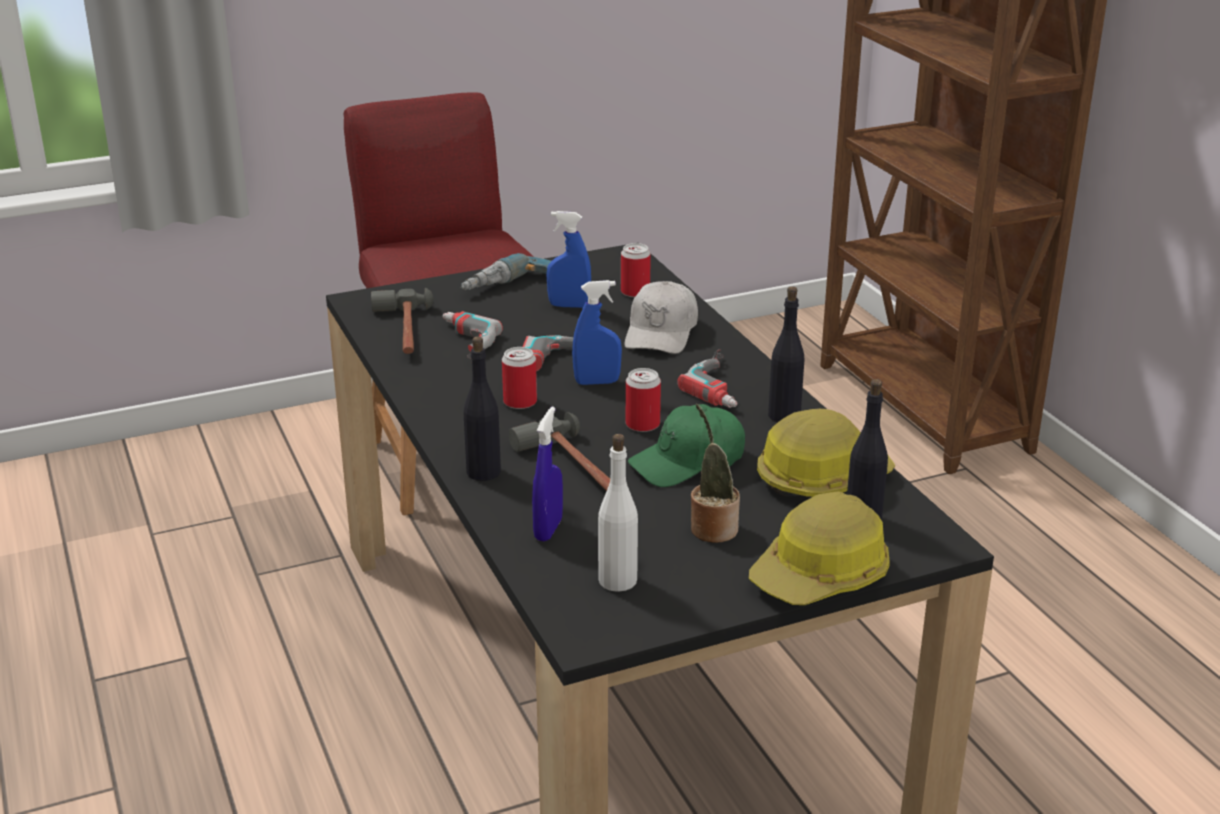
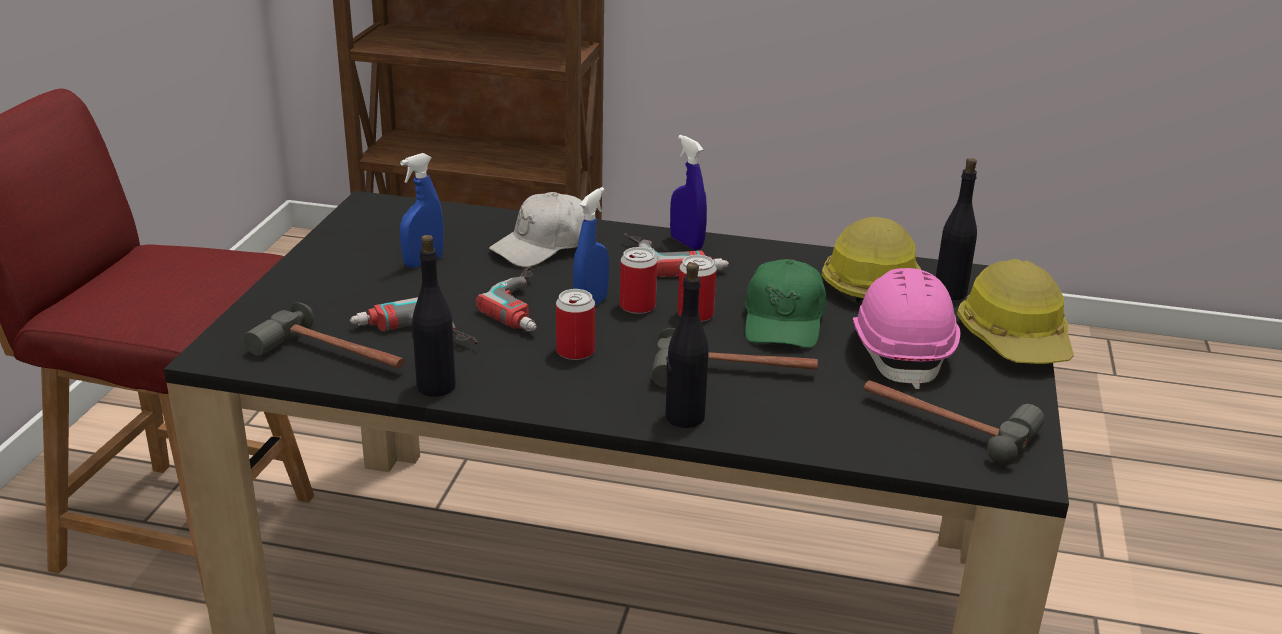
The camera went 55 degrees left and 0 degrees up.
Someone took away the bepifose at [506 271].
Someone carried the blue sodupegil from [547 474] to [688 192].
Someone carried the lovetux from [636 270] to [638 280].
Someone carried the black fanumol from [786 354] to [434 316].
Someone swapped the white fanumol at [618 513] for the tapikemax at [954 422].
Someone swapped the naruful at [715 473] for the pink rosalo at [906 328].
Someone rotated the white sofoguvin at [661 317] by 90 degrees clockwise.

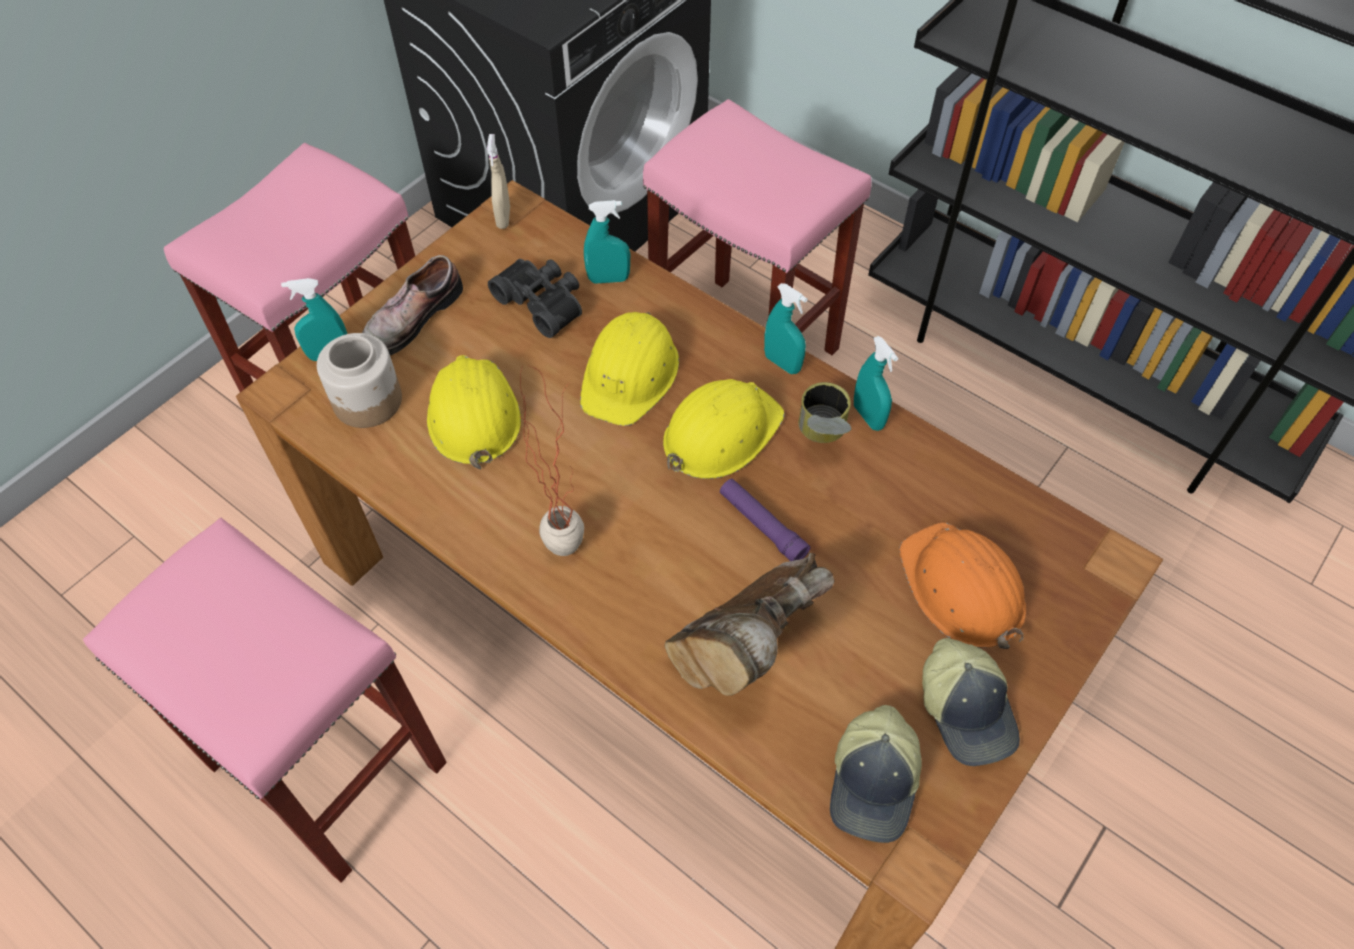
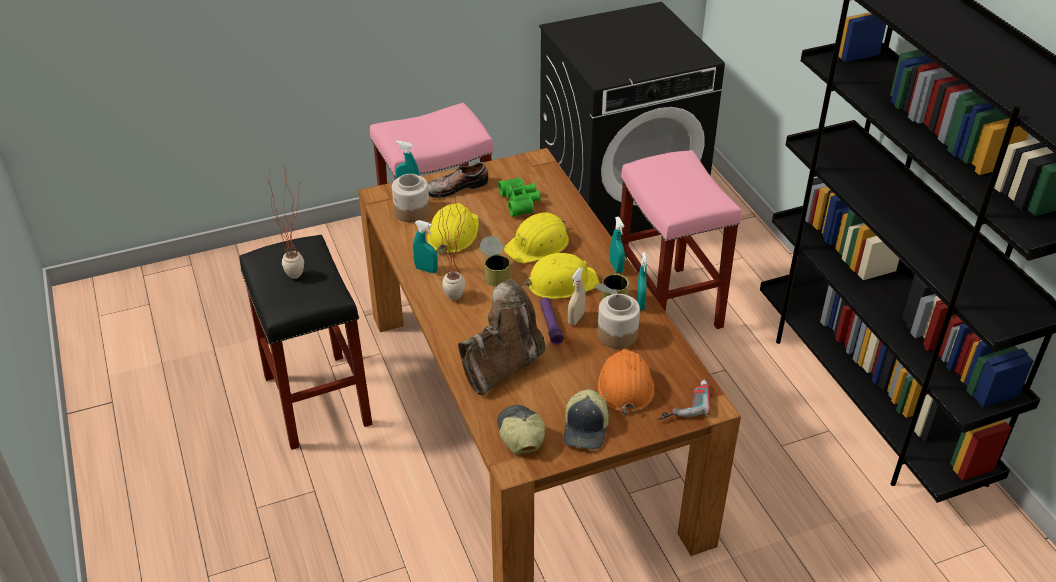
The camera went 30 degrees right and 15 degrees down.
Someone put down the naruful at [285 219].
Someone put down the lovetux at [495 261].
Someone put down the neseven at [618 321].
Someone put down the bepifose at [683 400].
Someone carried the beige sodupegil from [498 181] to [576 296].
Someone carried the turquoise sodupegil from [607 242] to [425 246].
Someone repainted the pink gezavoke at [265 700], which became the black gezavoke at [305 342].
Someone repainted the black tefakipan at [535 298], which became the green tefakipan at [519 197].
Someone rotated the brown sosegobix at [749 624] by 150 degrees clockwise.
Someone rotated the sofoguvin at [876 774] by 120 degrees clockwise.

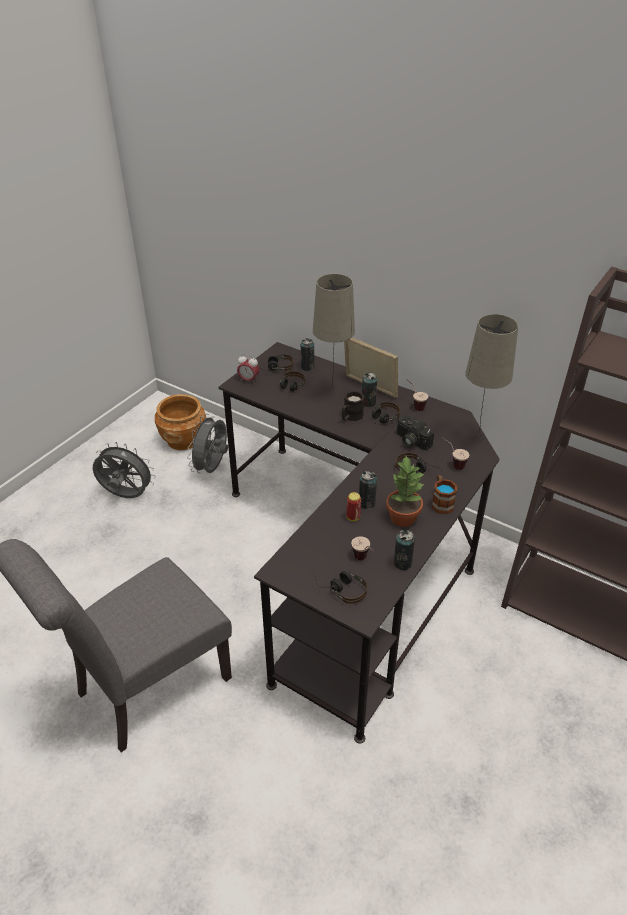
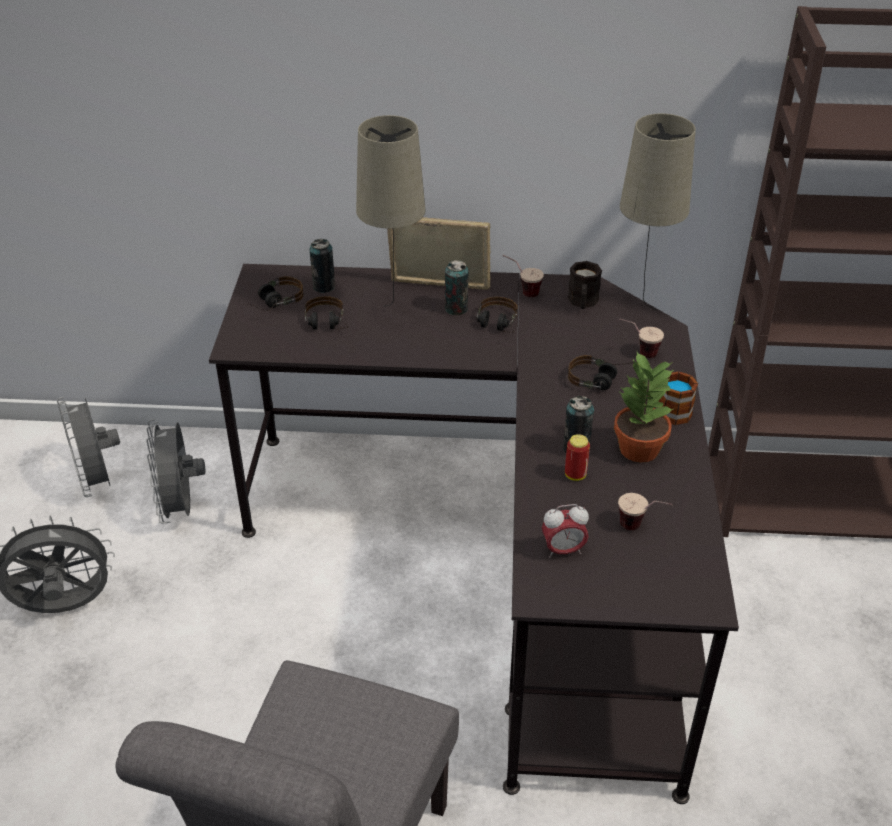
The camera went 30 degrees left and 0 degrees up.
Someone took away the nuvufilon at [340 586].
Someone took away the lovetux at [404 550].
Someone took away the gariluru at [415 432].
Someone carried the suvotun from [248 369] to [565 531].
Someone carried the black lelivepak from [353 406] to [585 285].
Someone swapped the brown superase at [180 422] for the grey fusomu at [88 447].

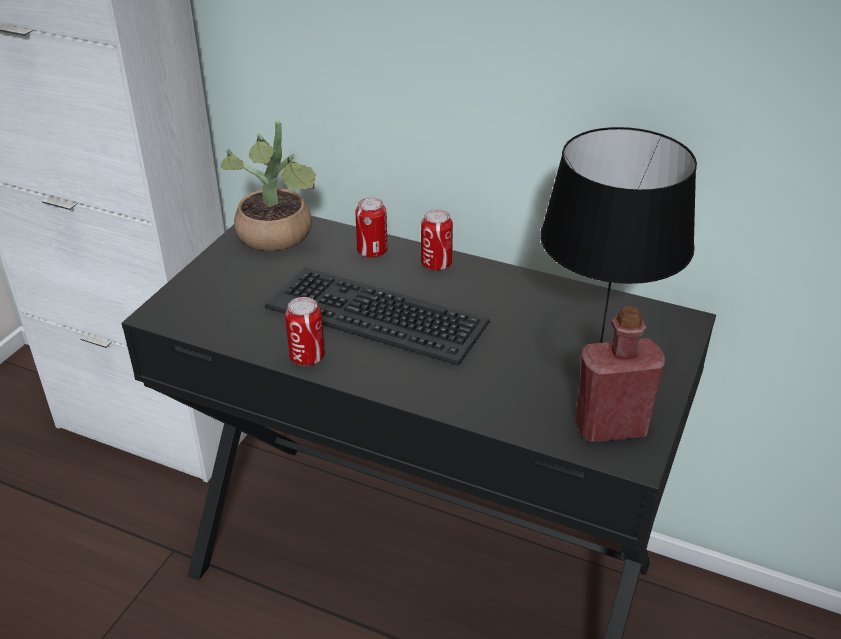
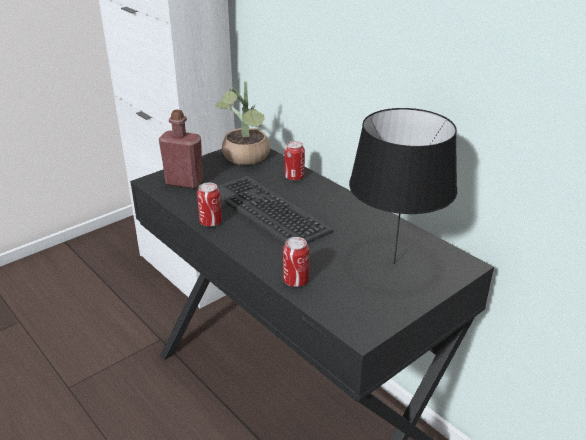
The camera went 25 degrees right and 5 degrees down.
Someone carried the lovetux from [437 240] to [296 262].
Someone carried the red fanumol from [620 374] to [181 149].

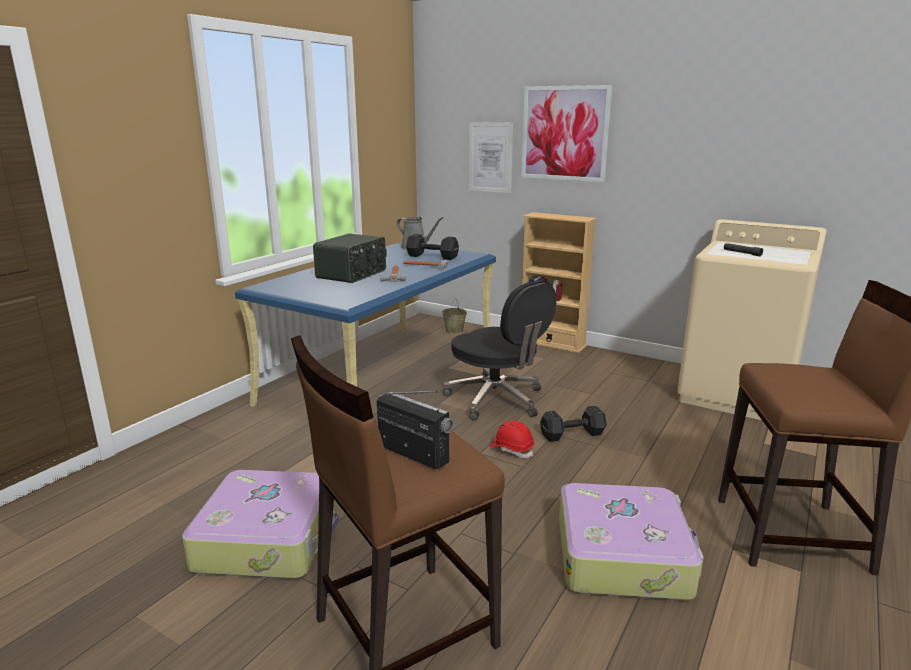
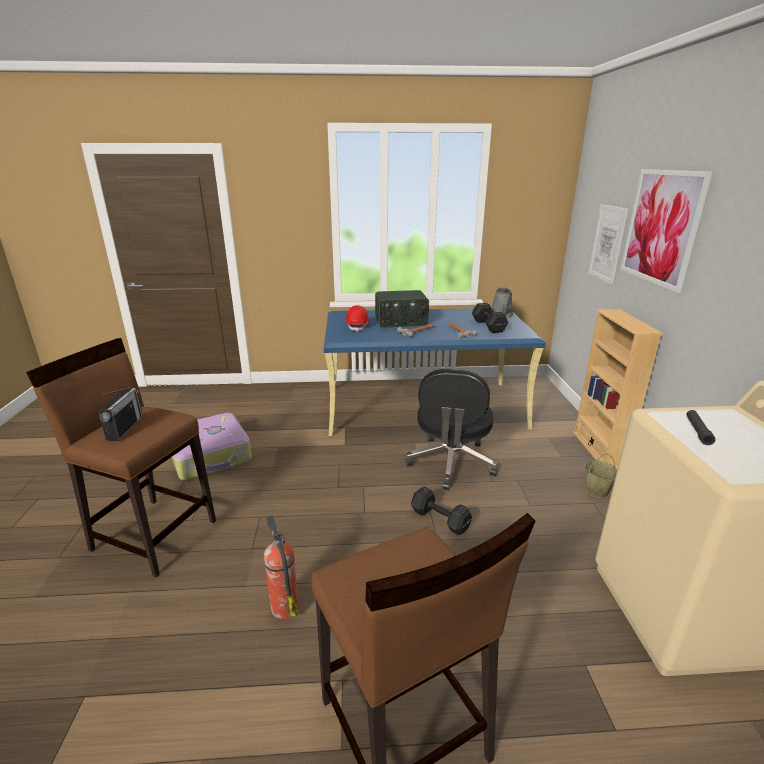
The camera went 55 degrees right and 5 degrees up.
Someone carried the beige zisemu from [454 316] to [601 476].
Someone carried the red rosalo from [512 439] to [357 318].
Someone swapped the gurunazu at [631 541] for the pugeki at [281 567].

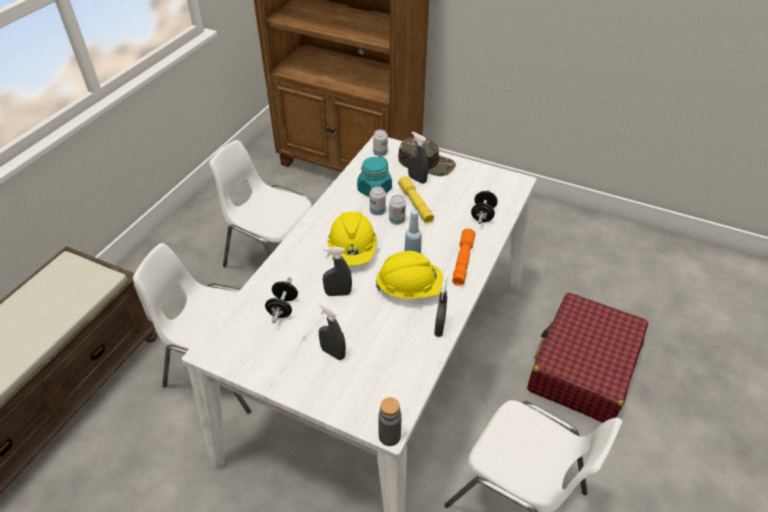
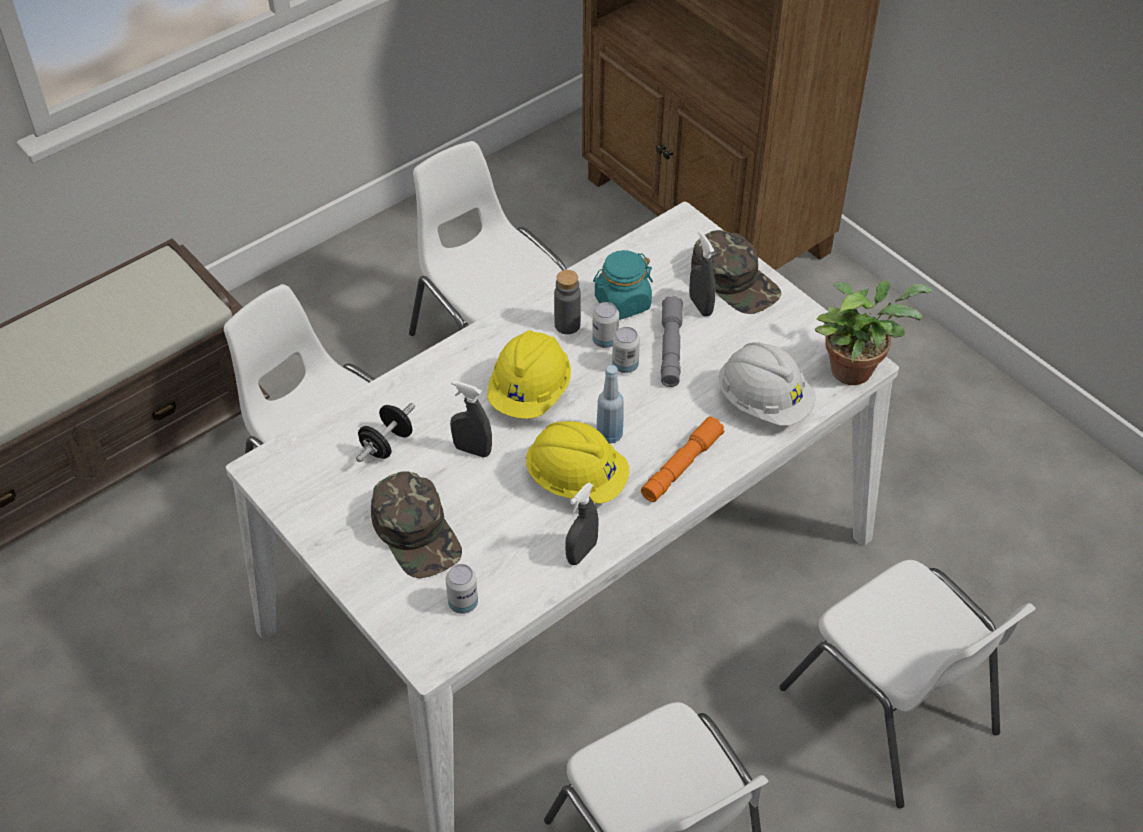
The camera went 25 degrees right and 5 degrees up.
Someone put down the naruful at [874 332].
Someone carried the lovetux from [380 143] to [462 589].
Someone carried the grey fanumol from [390 421] to [567 302].
Someone swapped the grey sodupegil at [332 331] for the green sofoguvin at [416 525].
Someone swapped the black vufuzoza at [484 207] for the white rosalo at [767 384].
Someone swapped the red gurunazu at [587 357] for the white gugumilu at [908 684].
Someone repainted the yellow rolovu at [416 199], which became the grey rolovu at [672 341].

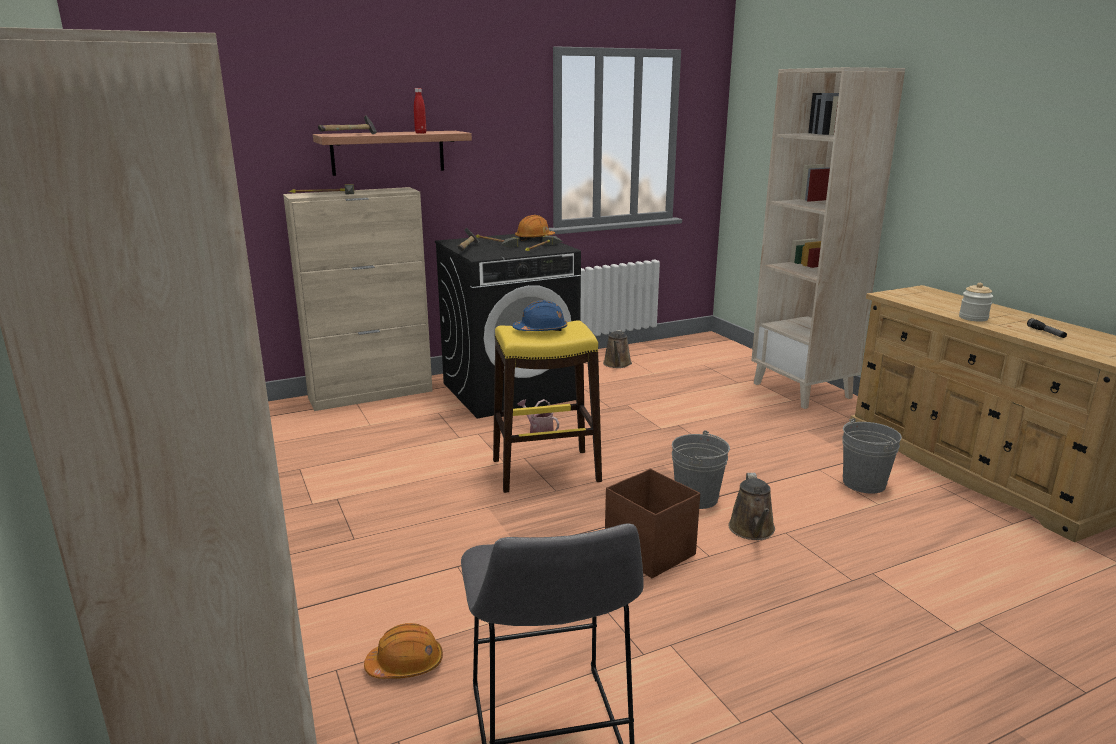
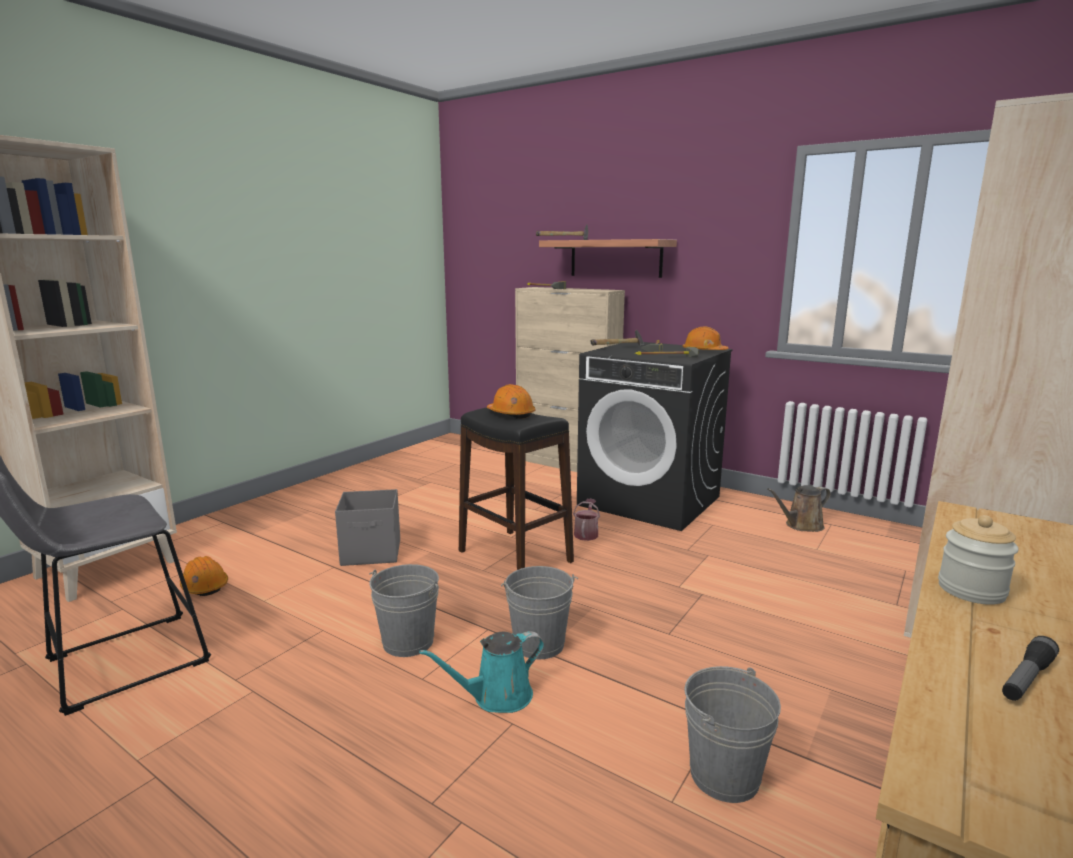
The camera went 60 degrees right and 5 degrees down.
Someone took away the red fanumol at [420 111].
Someone put down the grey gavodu at [367 527].
Someone swapped the brown gavodu at [652 523] for the grey zisemu at [404 610].
Someone repainted the yellow gezavoke at [547 407], which became the black gezavoke at [516 488].
Someone repainted the blue rosalo at [540 316], which became the orange rosalo at [511 401].
Someone repainted the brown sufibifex at [751 506], which became the turquoise sufibifex at [481 672].

